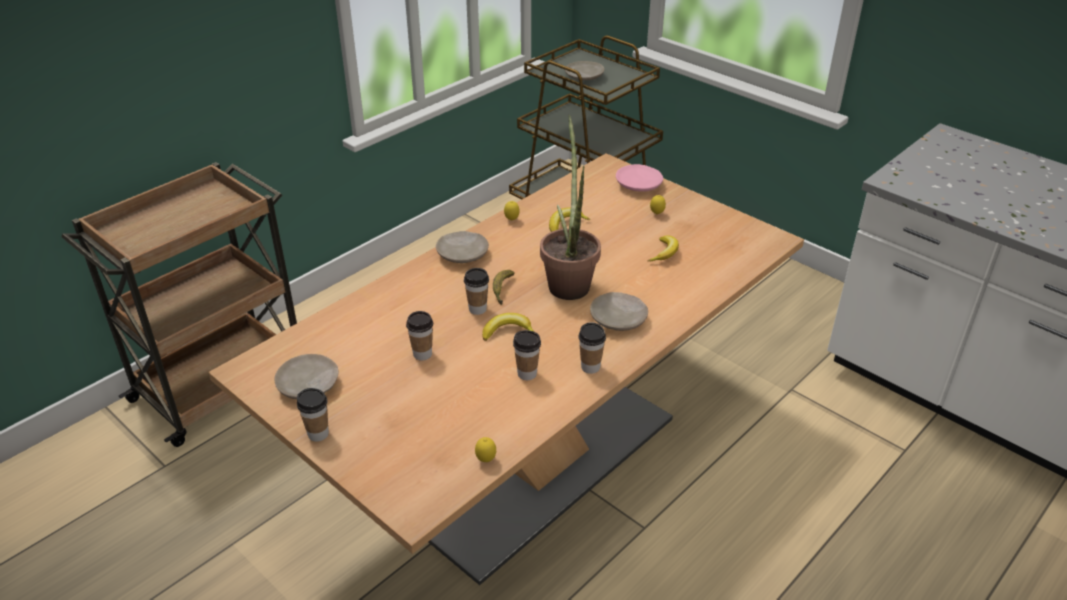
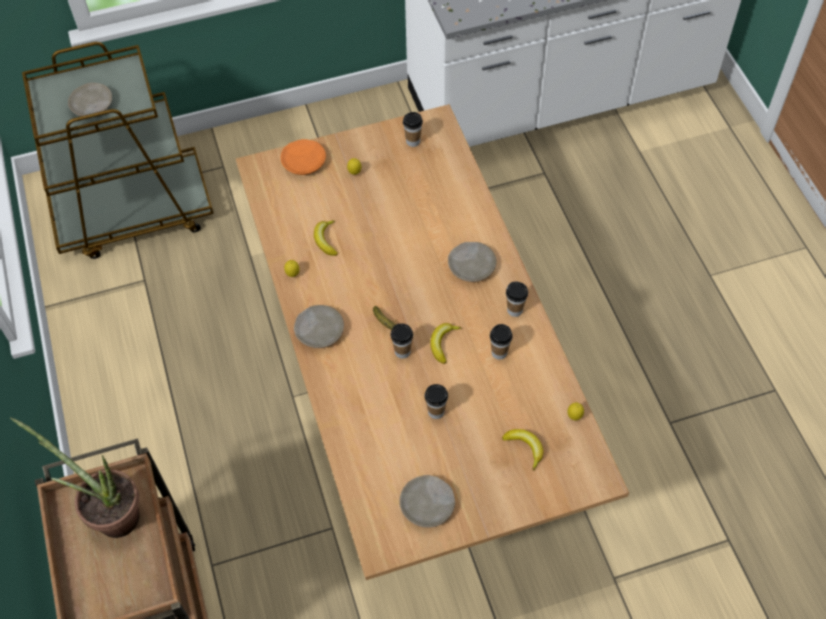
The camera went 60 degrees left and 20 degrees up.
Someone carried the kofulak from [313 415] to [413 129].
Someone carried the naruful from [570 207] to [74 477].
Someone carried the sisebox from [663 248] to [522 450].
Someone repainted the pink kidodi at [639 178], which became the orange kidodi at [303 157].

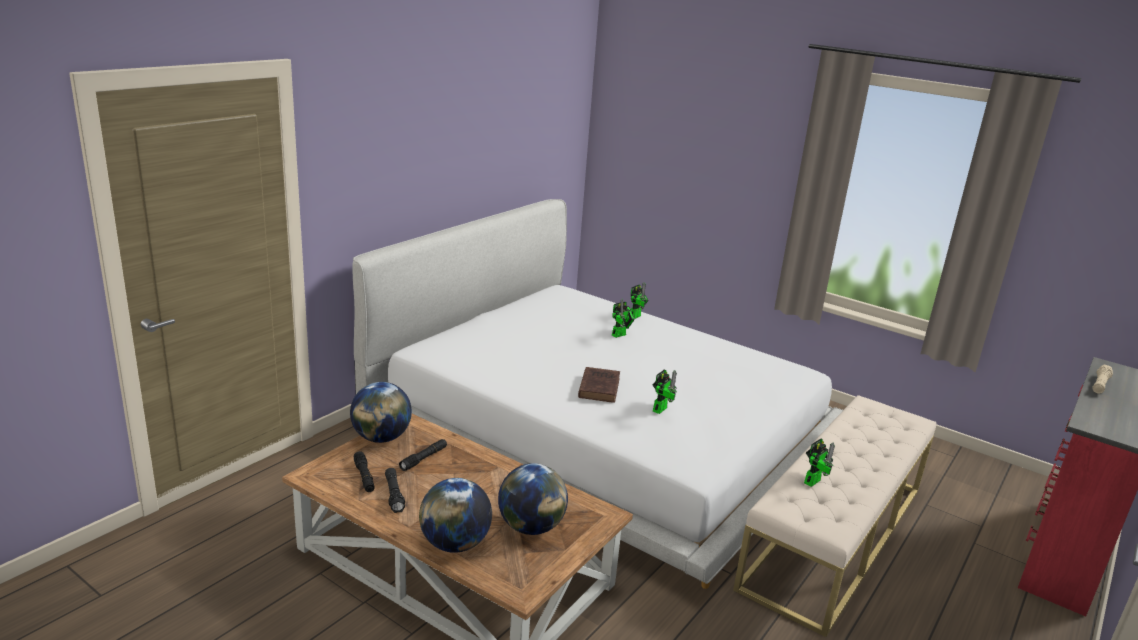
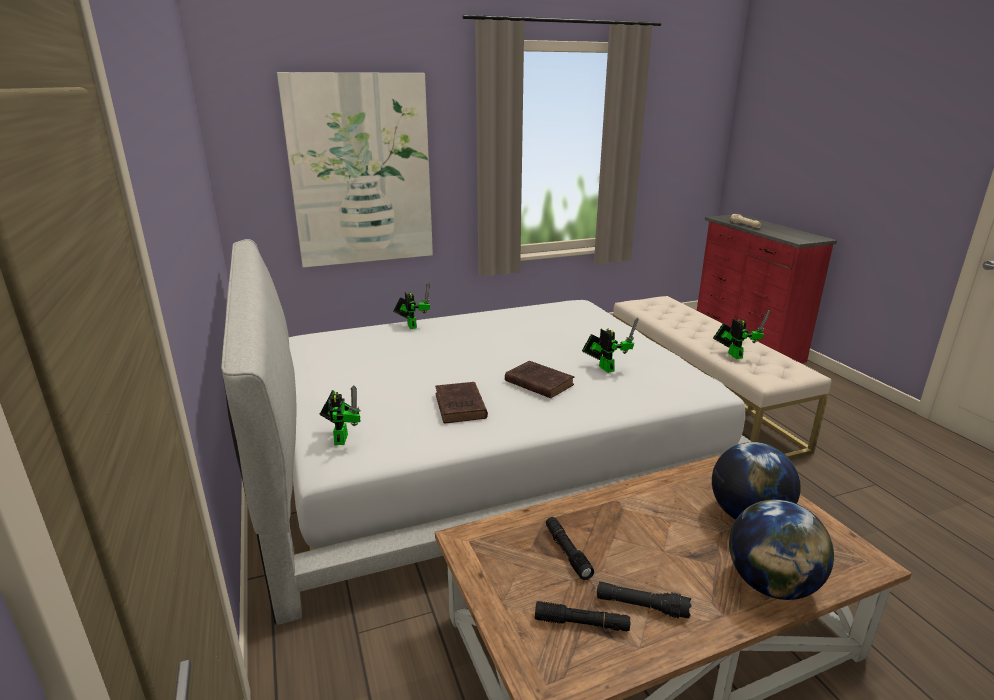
The camera went 55 degrees left and 0 degrees up.
Someone took away the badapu at [381 412].
Someone put up the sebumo at [355 170].
Someone put down the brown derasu at [461 402].
Someone carried the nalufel from [623 318] to [340 415].

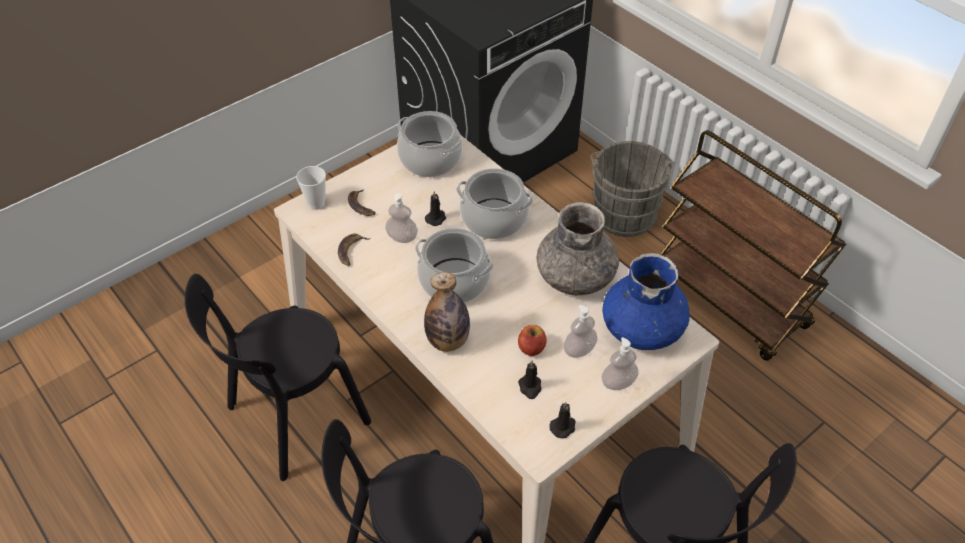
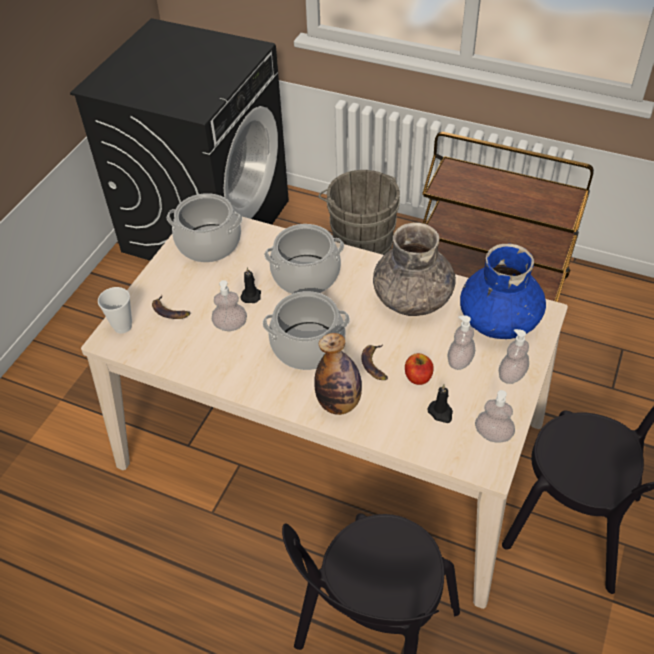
The camera went 25 degrees left and 0 degrees up.
Someone took away the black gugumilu at [278 377].
Someone carried the sisebox from [354 250] to [374 362].
Someone swapped the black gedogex at [562 420] for the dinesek at [495 416].

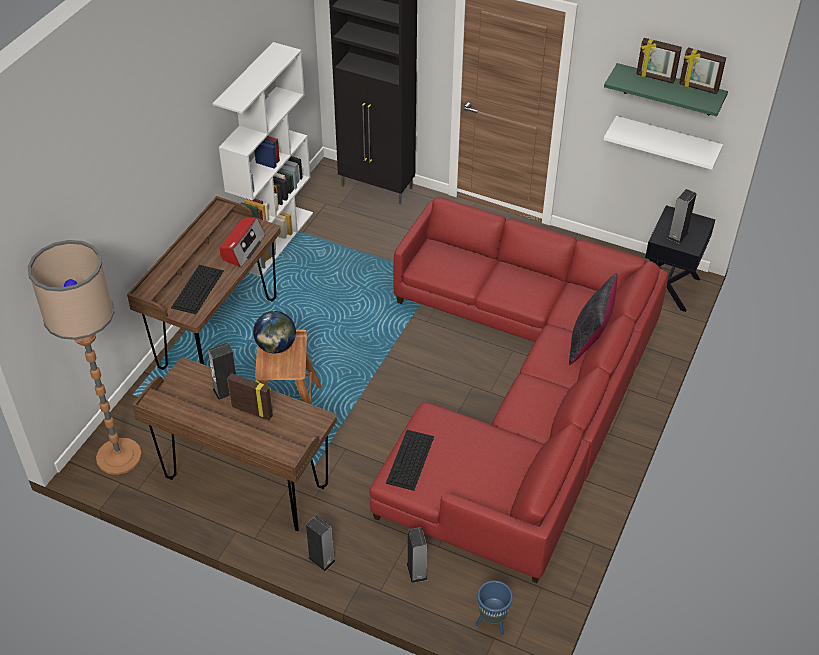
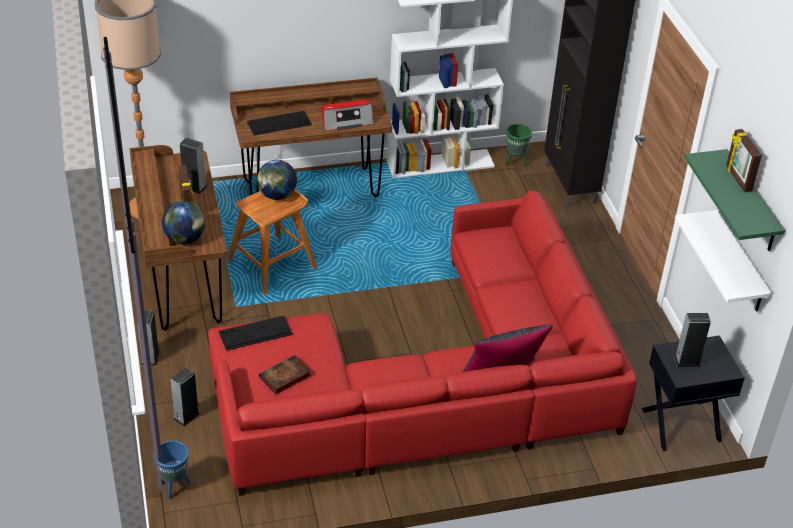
The camera went 50 degrees right and 5 degrees down.
Someone took away the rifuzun at [702 70].
Someone put down the badapu at [183 222].
Someone put down the derasu at [285 375].
Someone put down the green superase at [518 145].

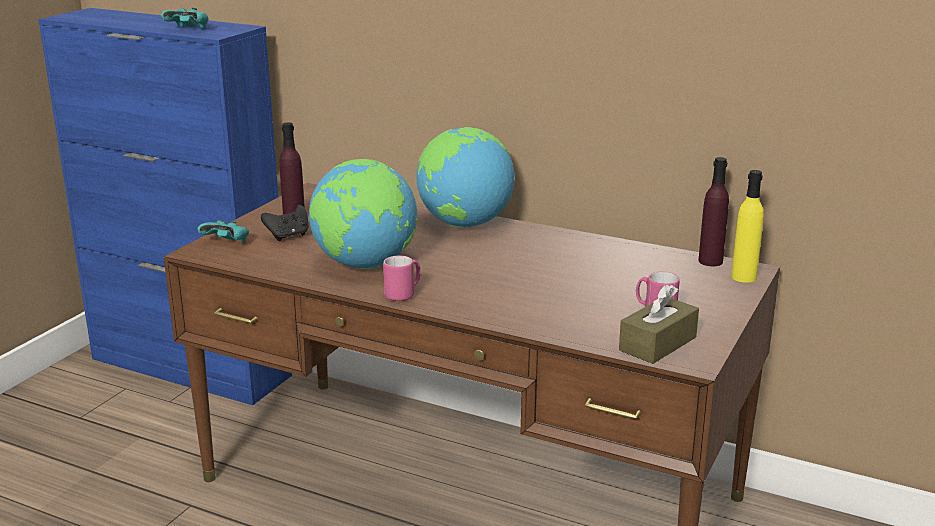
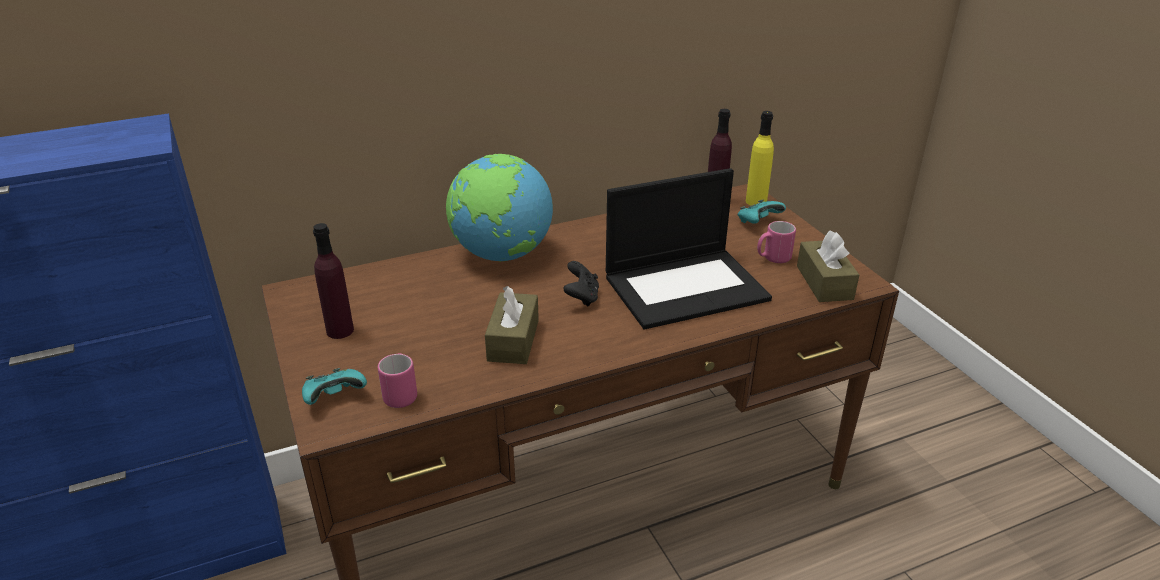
The camera went 50 degrees left and 10 degrees up.
Someone put down the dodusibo at [689 248].
Someone carried the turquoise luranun from [185 18] to [761 212].
Someone carried the black luranun from [284 223] to [581 283].
Someone carried the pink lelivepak from [402 278] to [397 380].
Someone swapped the badapu at [363 214] for the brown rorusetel at [512 325].

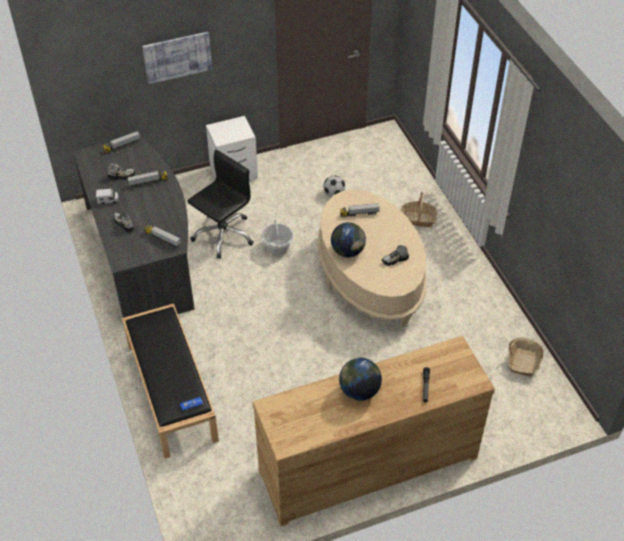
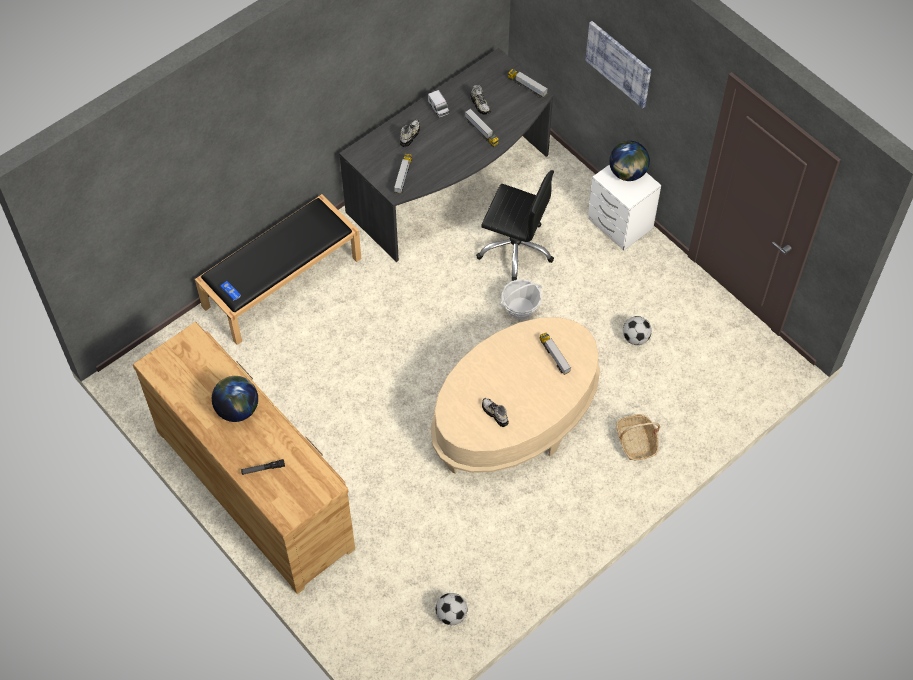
The camera went 70 degrees right and 10 degrees up.
Someone carried the badapu from [348 239] to [629 161].
Someone swapped the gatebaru at [525 357] for the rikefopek at [451 609].

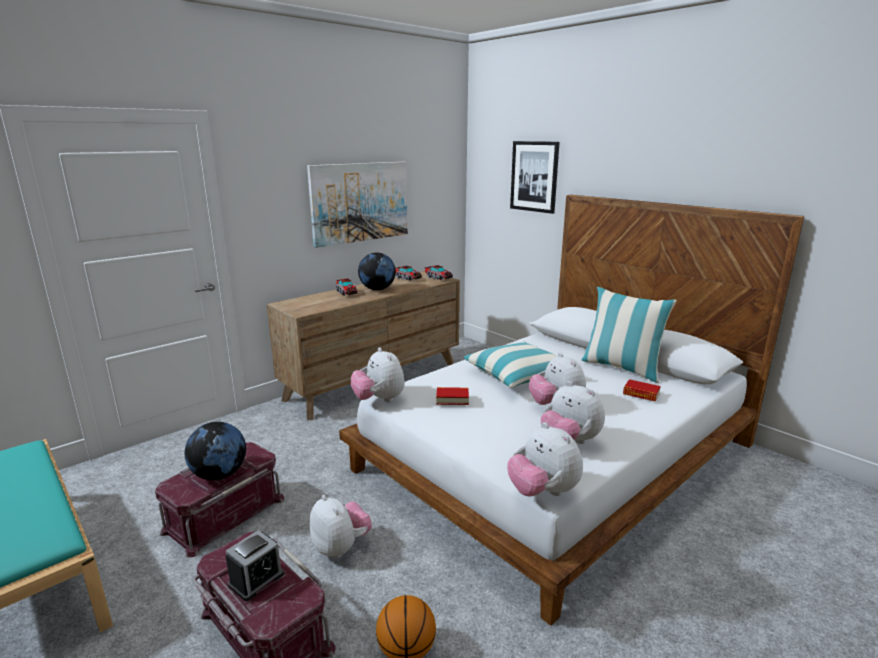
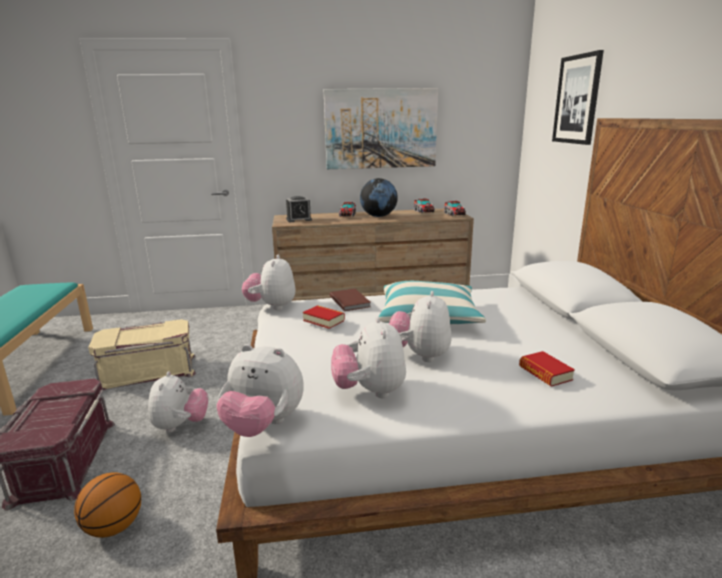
The camera went 35 degrees right and 0 degrees up.
Someone took away the badapu at [215 451].
Someone took away the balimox at [629 335].
Someone put down the brown derasu at [350 299].
Someone carried the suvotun from [255 565] to [299 209].
Someone repainted the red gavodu at [220 500], which became the beige gavodu at [142 355].
Someone rotated the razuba at [545 459] by 75 degrees counterclockwise.

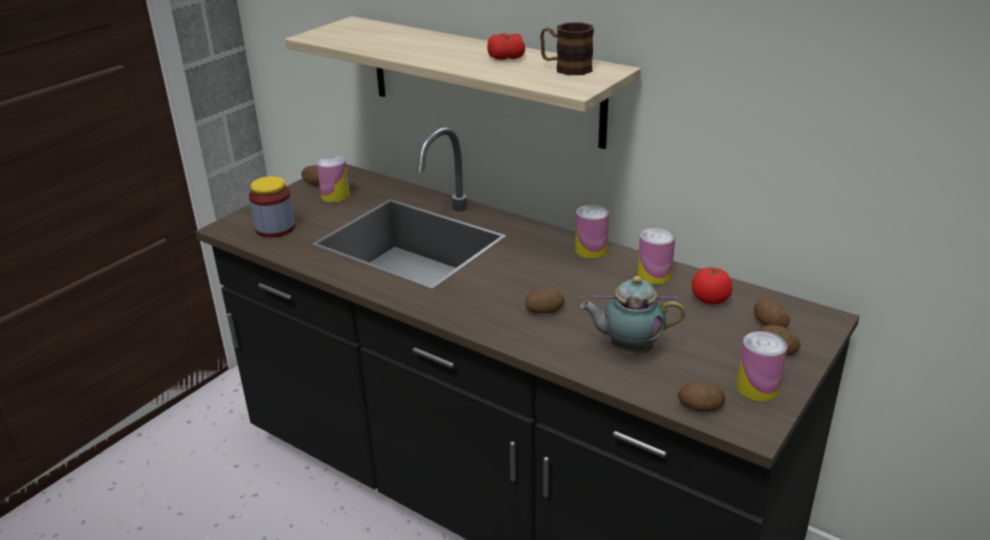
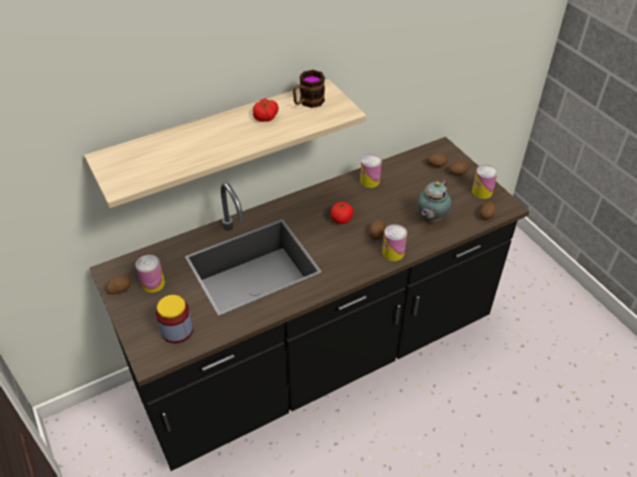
The camera went 65 degrees left and 15 degrees up.
Someone carried the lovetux from [592 232] to [394 242].
Someone carried the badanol from [712 286] to [342 213].

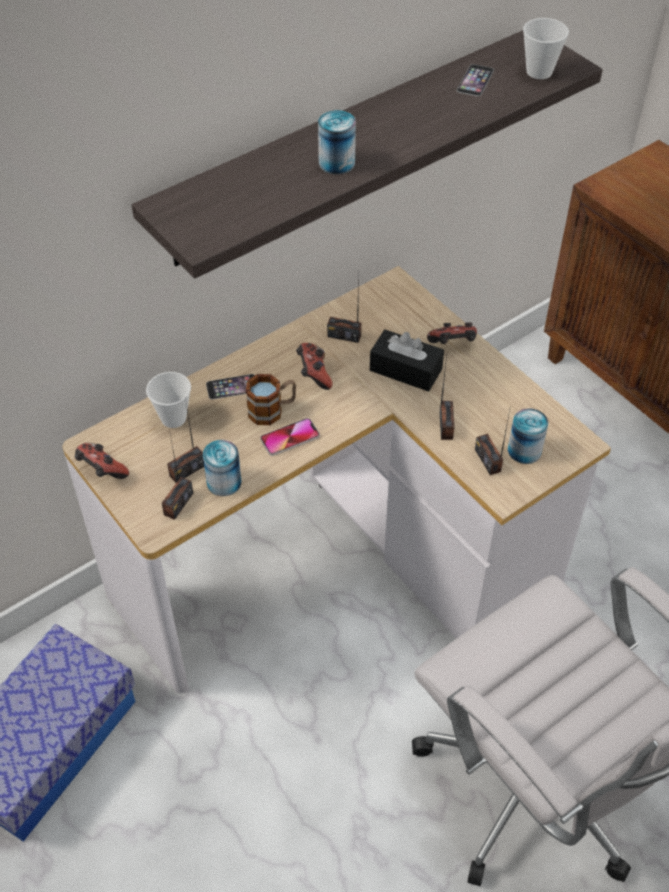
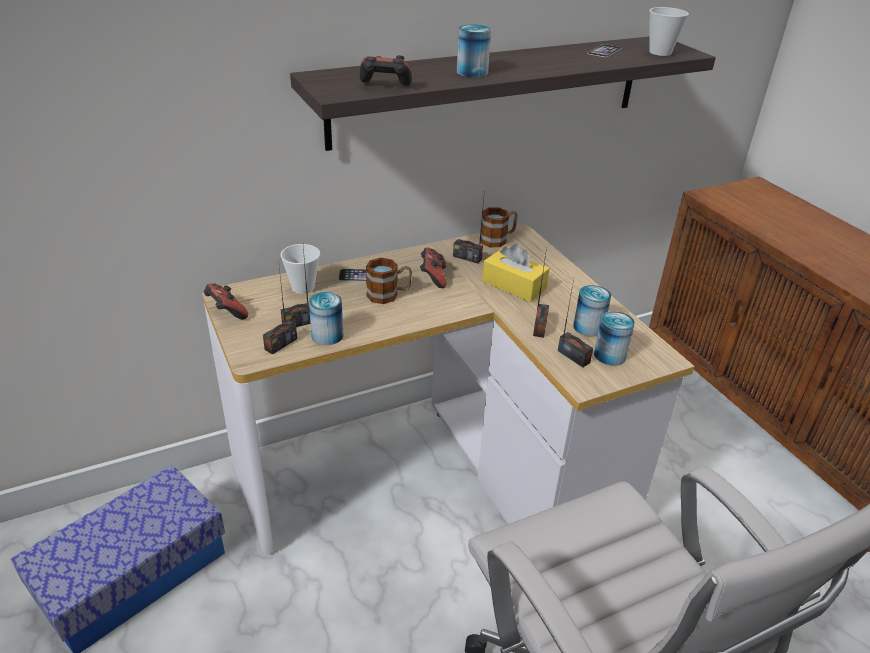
The camera went 10 degrees right and 15 degrees down.
Someone took away the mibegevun at [290 437].
Someone put down the lelivepak at [499 227].
Someone put down the lovetux at [592 311].
Someone carried the luranun from [452 333] to [386 70].
Someone repainted the black rorusetel at [407 360], which became the yellow rorusetel at [515 272].
Someone rotated the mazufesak at [492 442] by 150 degrees clockwise.

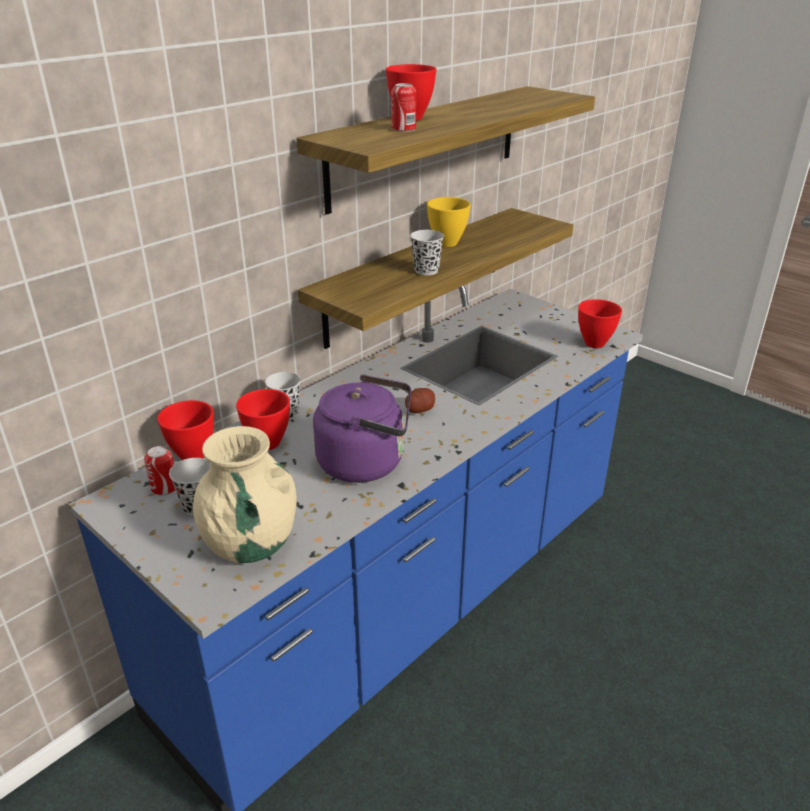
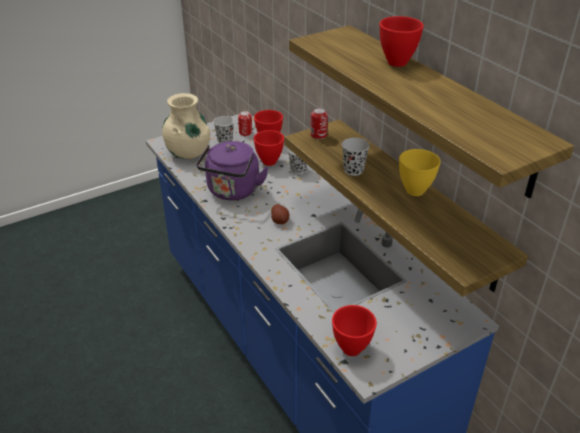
The camera went 105 degrees right and 5 degrees up.
Someone carried the lovetux from [403 107] to [319 123].

